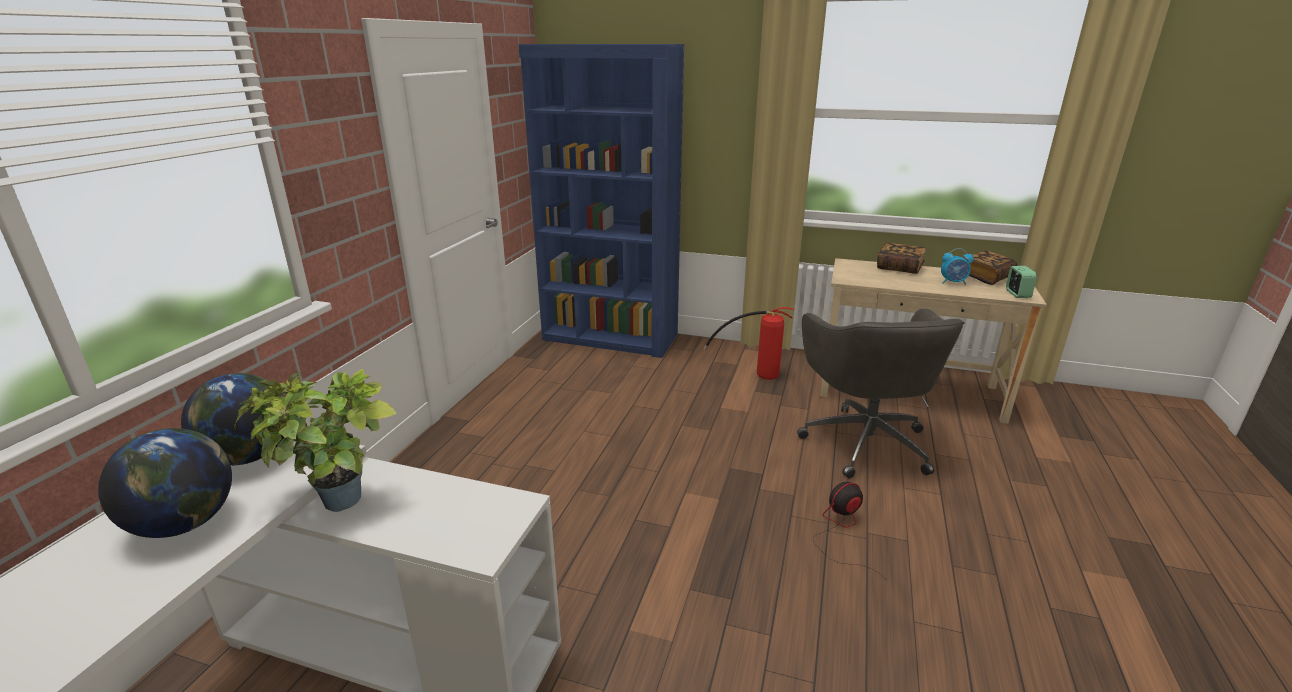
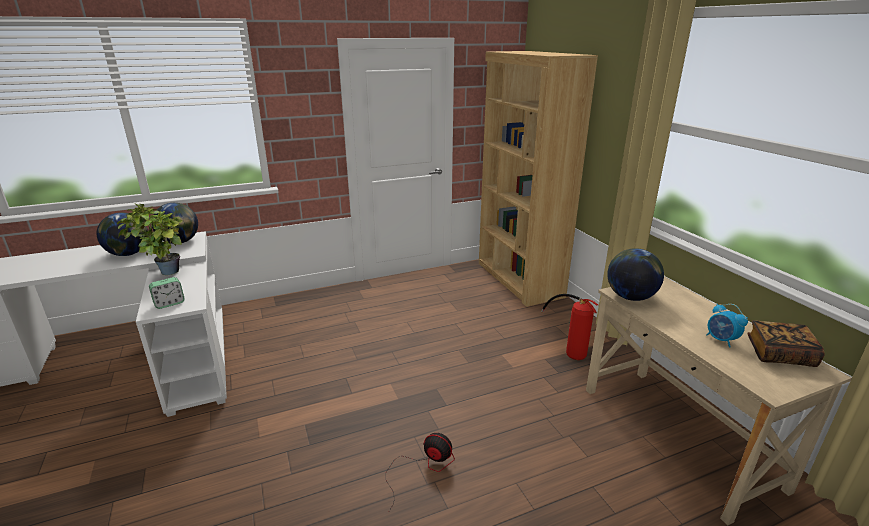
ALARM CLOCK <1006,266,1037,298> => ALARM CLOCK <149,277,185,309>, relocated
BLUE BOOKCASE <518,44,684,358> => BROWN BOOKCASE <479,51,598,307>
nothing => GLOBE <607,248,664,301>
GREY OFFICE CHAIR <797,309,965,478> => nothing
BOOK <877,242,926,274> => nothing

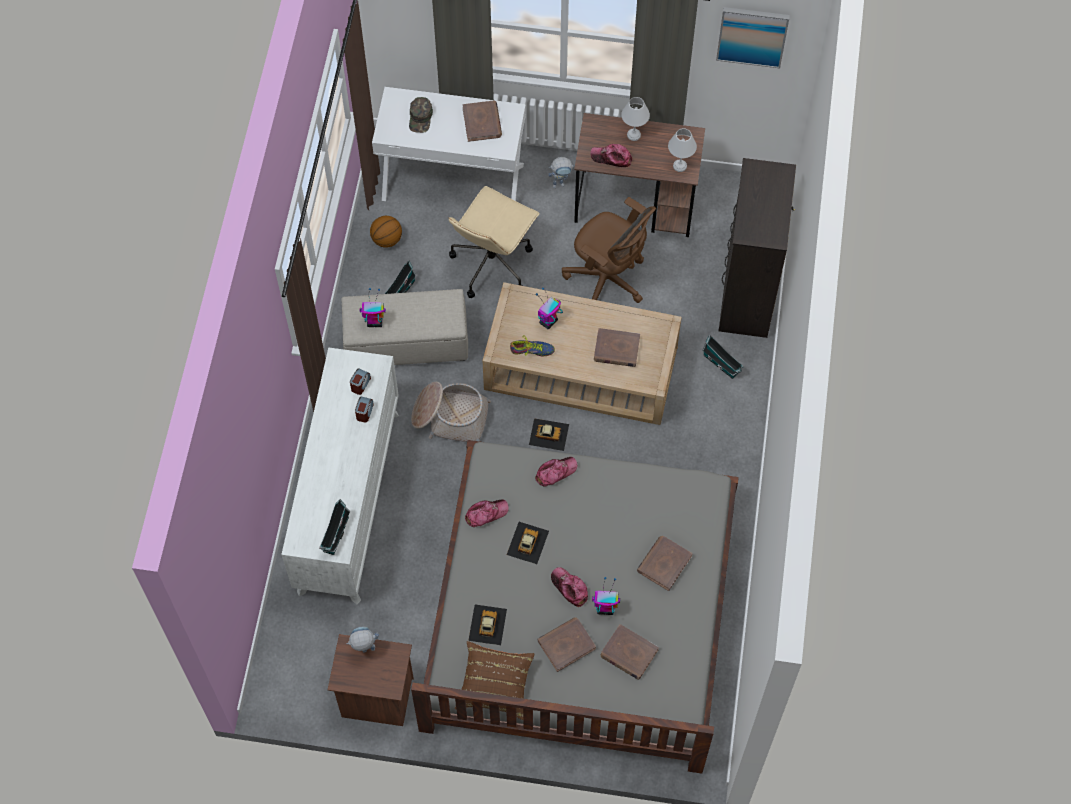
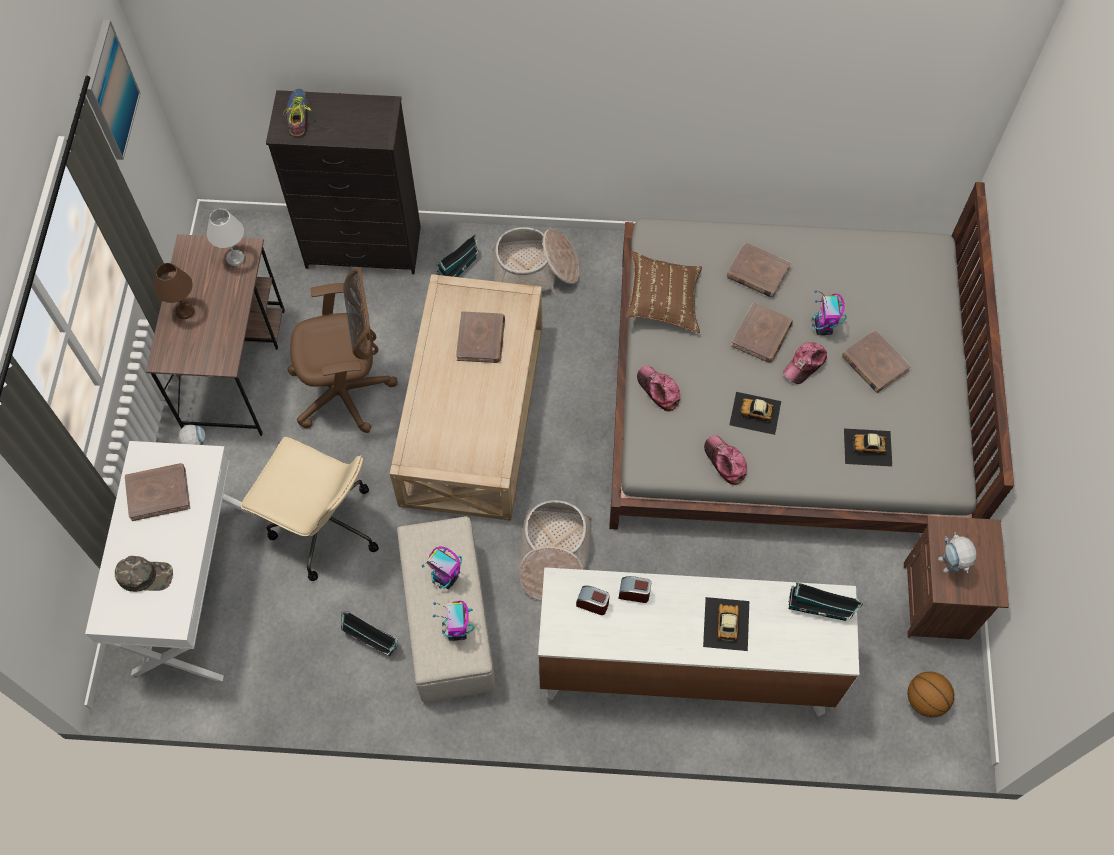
WHITE TABLE LAMP <621,97,650,141> => BROWN TABLE LAMP <154,263,194,319>
SHOE <510,336,555,356> => SHOE <283,88,311,136>, relocated
BROWN OFFICE CHAIR <562,197,656,303> => BROWN OFFICE CHAIR <287,268,398,433>, 45 degrees clockwise
TOY ROBOT <536,288,563,329> => TOY ROBOT <422,546,462,589>, relocated
nothing => BASKET <492,227,579,296>
BROWN PILLOW <455,641,534,720> => BROWN PILLOW <626,251,702,333>, relocated
TOY CAR <529,418,569,451> => TOY CAR <703,597,749,651>, relocated
BROWN BOOK <600,624,659,680> => BROWN BOOK <731,302,793,363>, relocated
BASKETBALL <370,216,402,248> => BASKETBALL <908,671,954,717>, relocated
CAP <590,144,632,167> => nothing

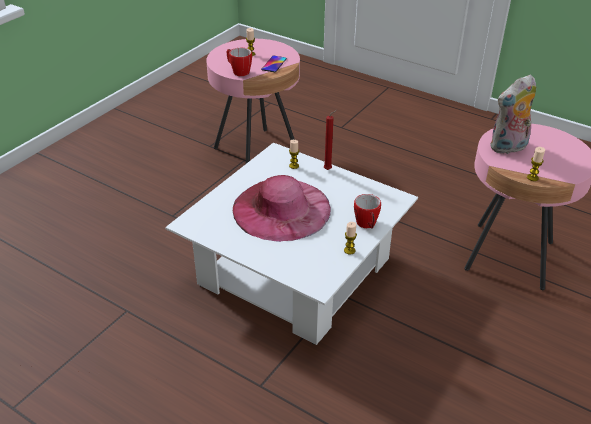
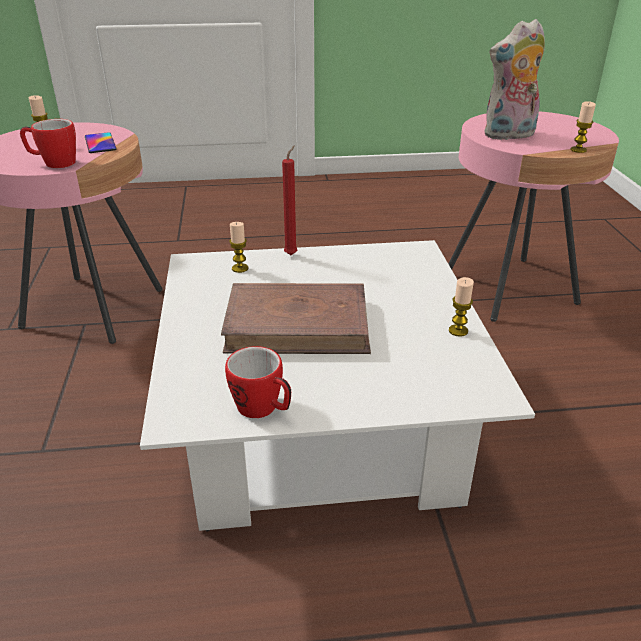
PINK HAT <232,175,331,242> => BROWN BOOK <221,283,371,354>
MUG <354,194,381,229> => MUG <225,346,291,418>, relocated
PLUSH TOY <490,74,536,154> => PLUSH TOY <484,19,545,141>, 45 degrees clockwise

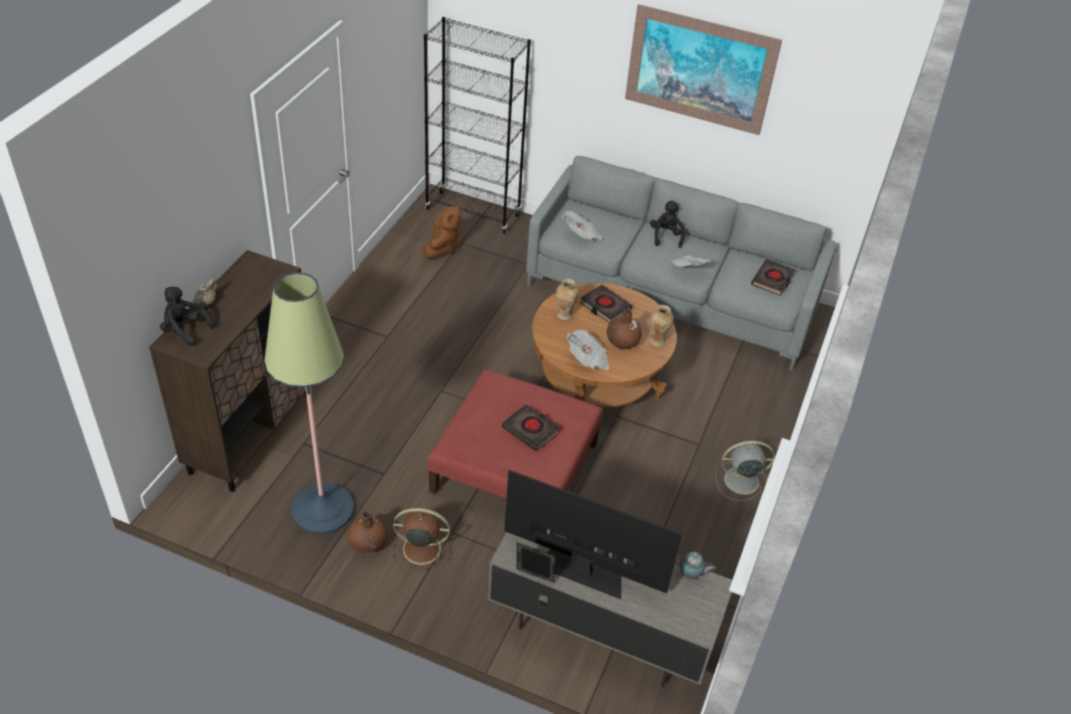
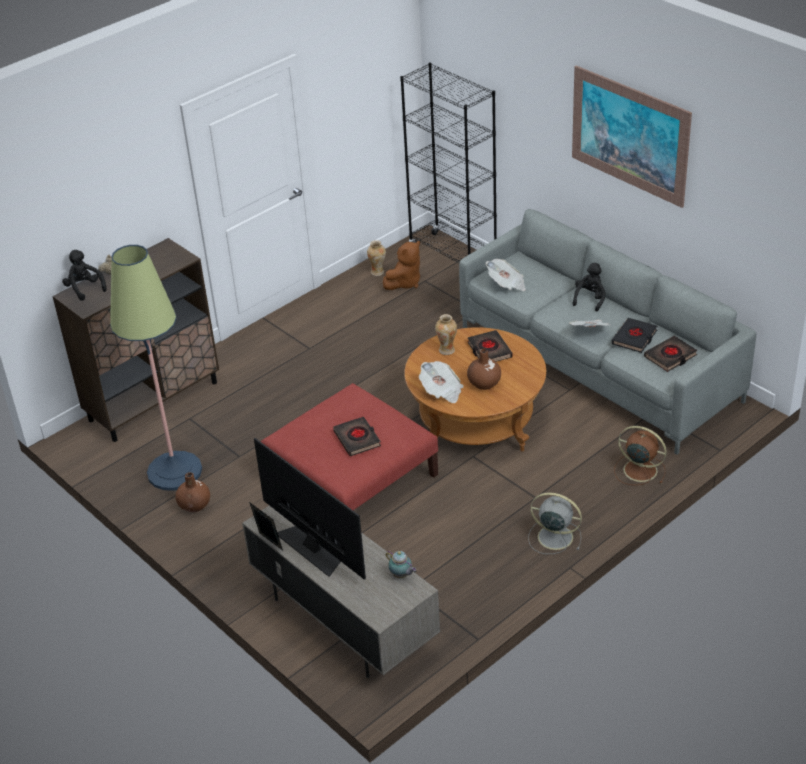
VASE <649,305,674,346> => VASE <367,240,386,276>, relocated
nothing => BLACK BOOK <612,318,657,353>
BROWN FAN <393,508,450,572> => BROWN FAN <614,426,667,485>, relocated

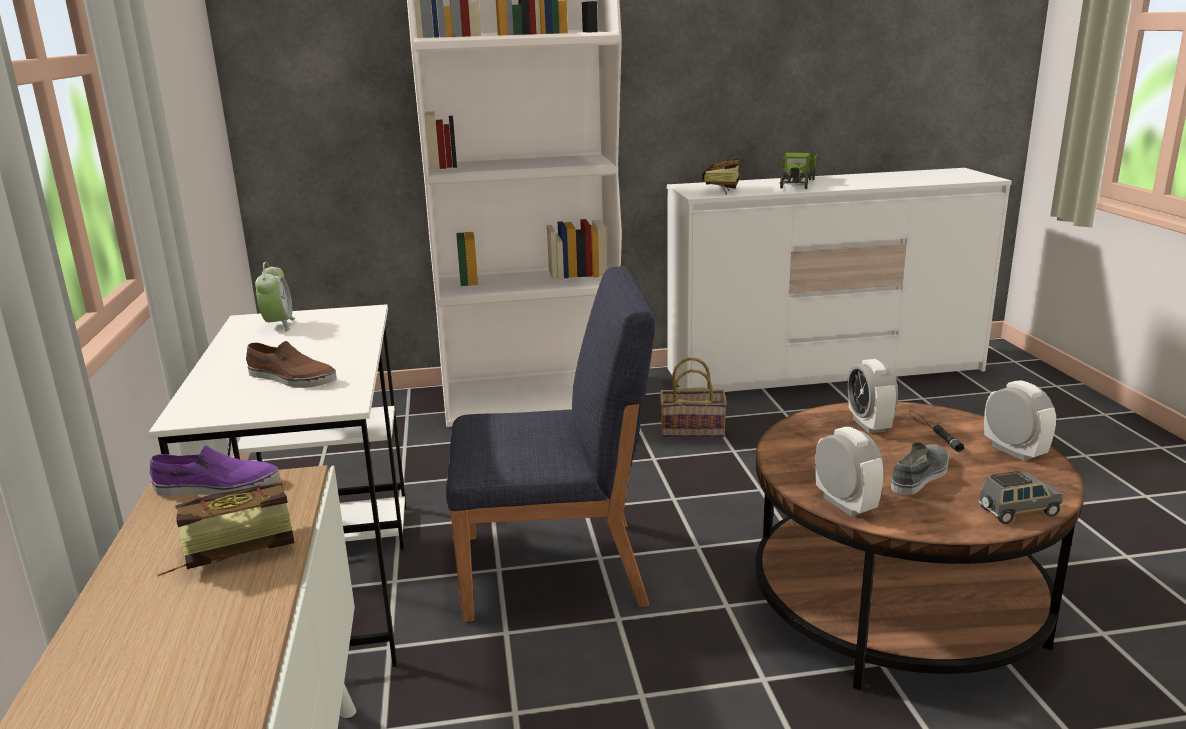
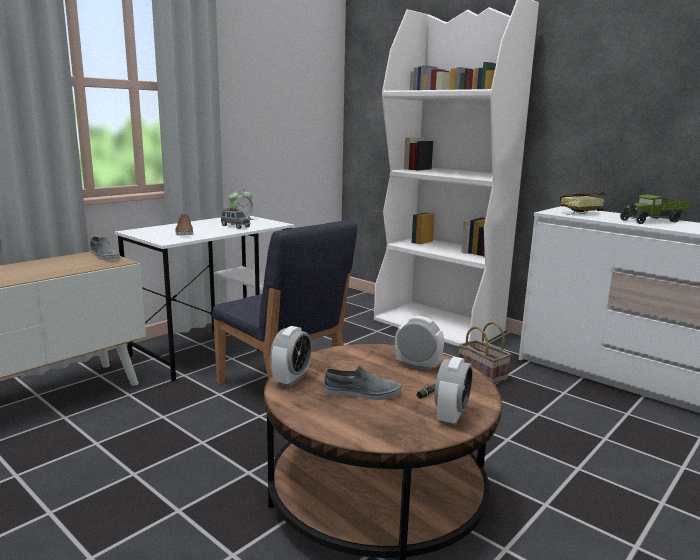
PURPLE SHOE <150,445,280,496> => GREY SHOE <90,237,120,260>
GREY TOY CAR <979,471,1063,524> => GREY TOY CAR <221,208,250,229>, relocated
ALARM CLOCK <847,359,898,433> => ALARM CLOCK <395,316,444,372>, 75 degrees clockwise
BOOK <157,482,294,578> => nothing

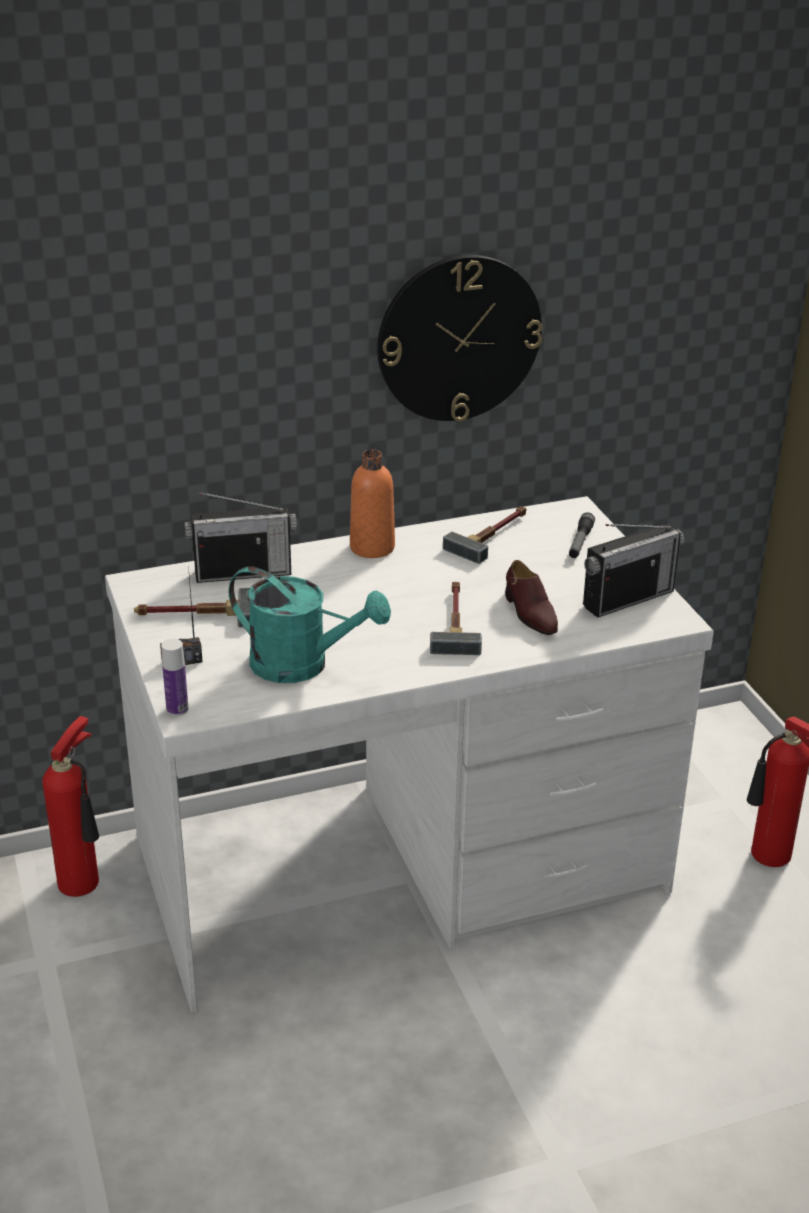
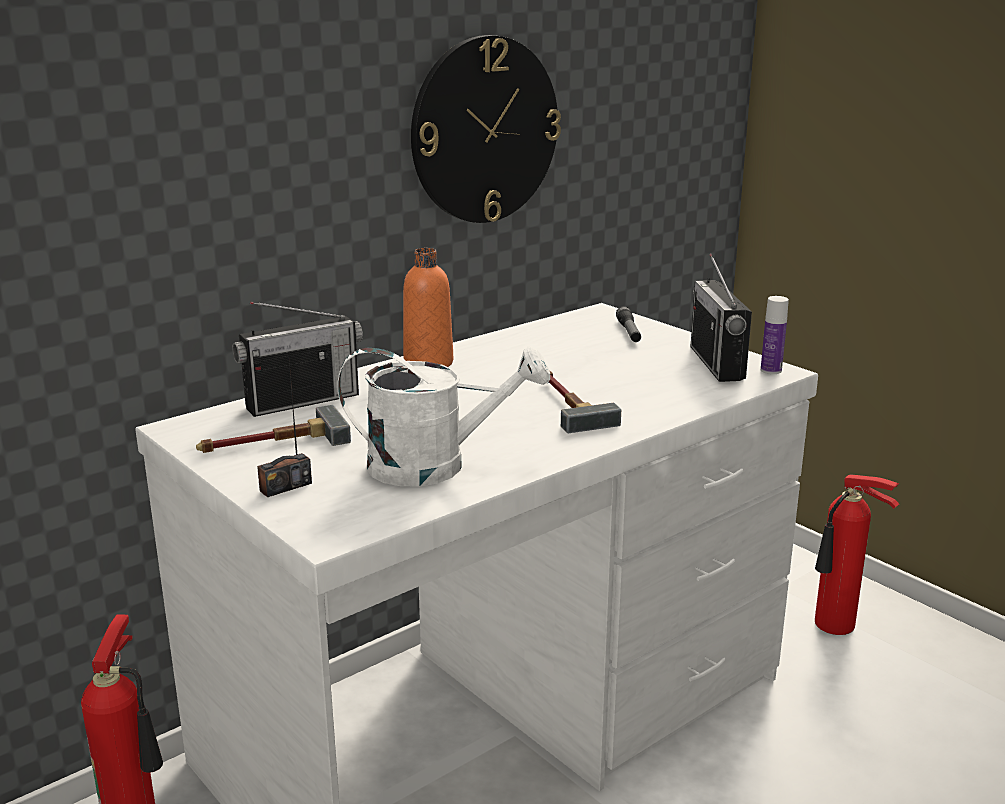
TURQUOISE WATERING CAN <229,566,391,683> => WHITE WATERING CAN <337,346,550,486>
RADIO <583,524,684,618> => RADIO <690,253,752,382>, 135 degrees clockwise
BOTTLE <161,639,188,716> => BOTTLE <761,296,789,374>, relocated
HAMMER <443,506,526,564> => nothing
BROWN SHOE <505,560,558,635> => nothing

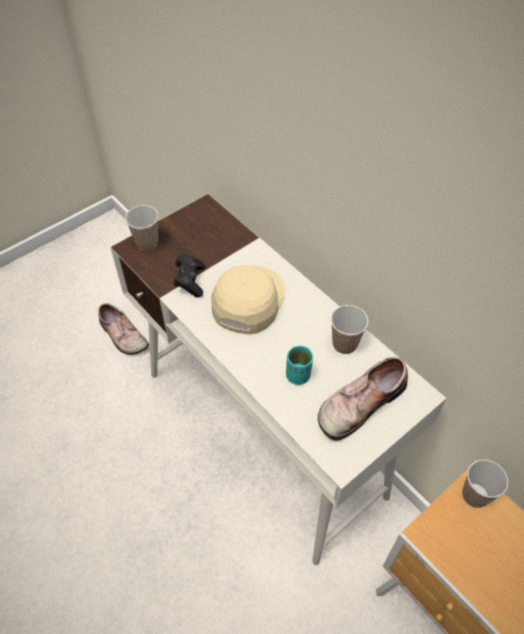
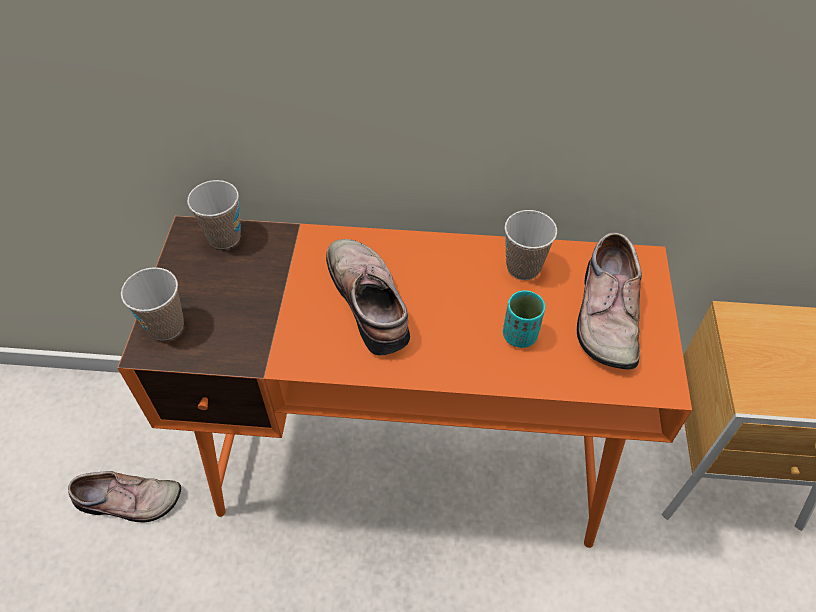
WHITE DESK <110,194,446,565> => ORANGE DESK <117,216,692,548>
CUP <463,459,508,508> => CUP <187,180,241,249>, relocated
BEIGE CAP <211,265,285,334> => SHOE <326,239,410,355>
BLACK GAME CONTROLLER <174,255,205,298> => nothing

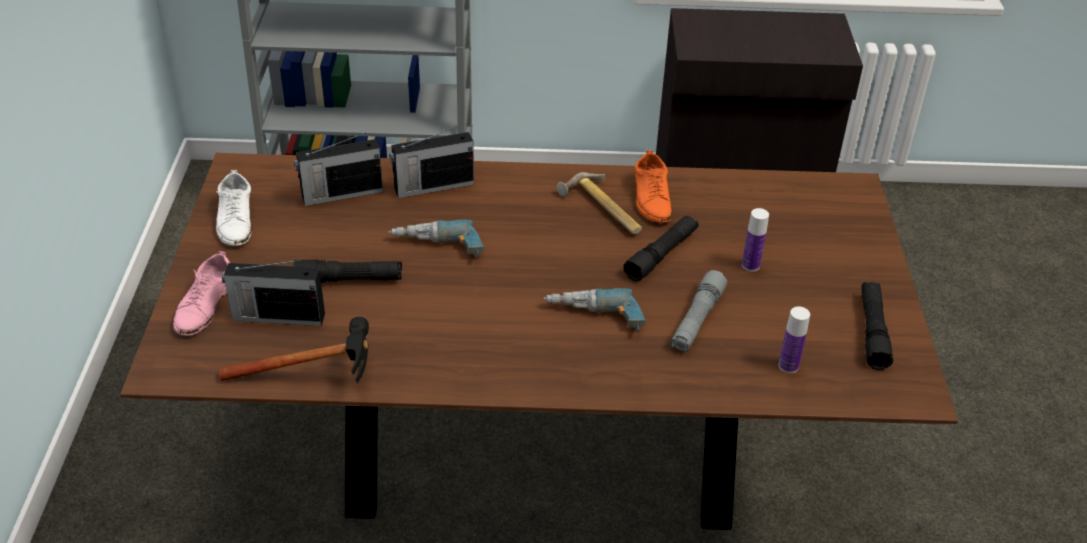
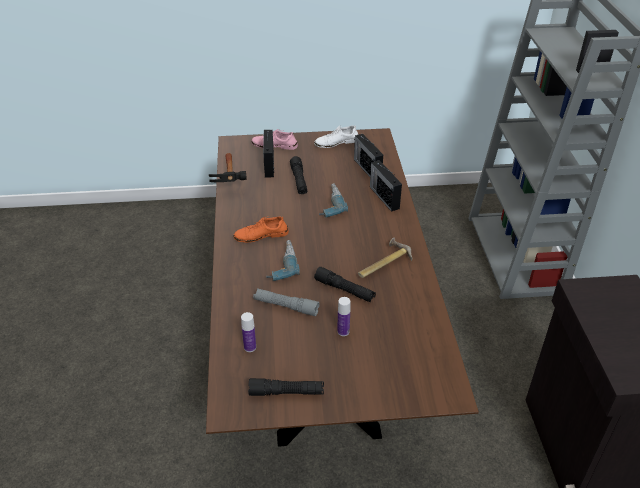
ORANGE SHOE <635,150,672,223> => ORANGE SHOE <233,216,289,243>, relocated

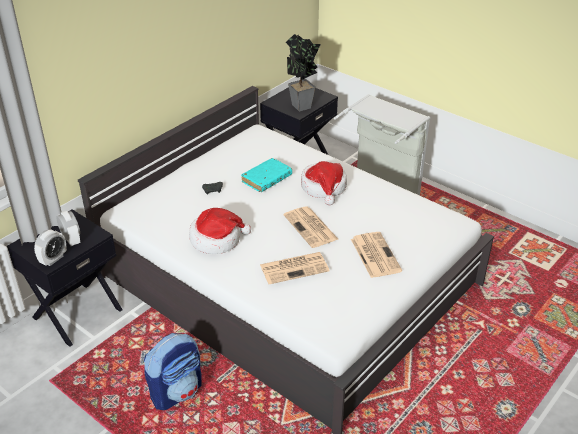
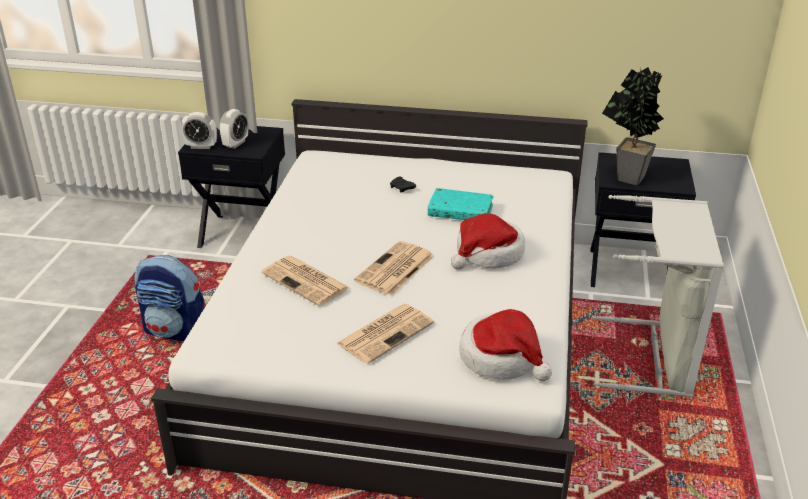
HAT <189,208,251,254> => HAT <459,309,552,381>, relocated

